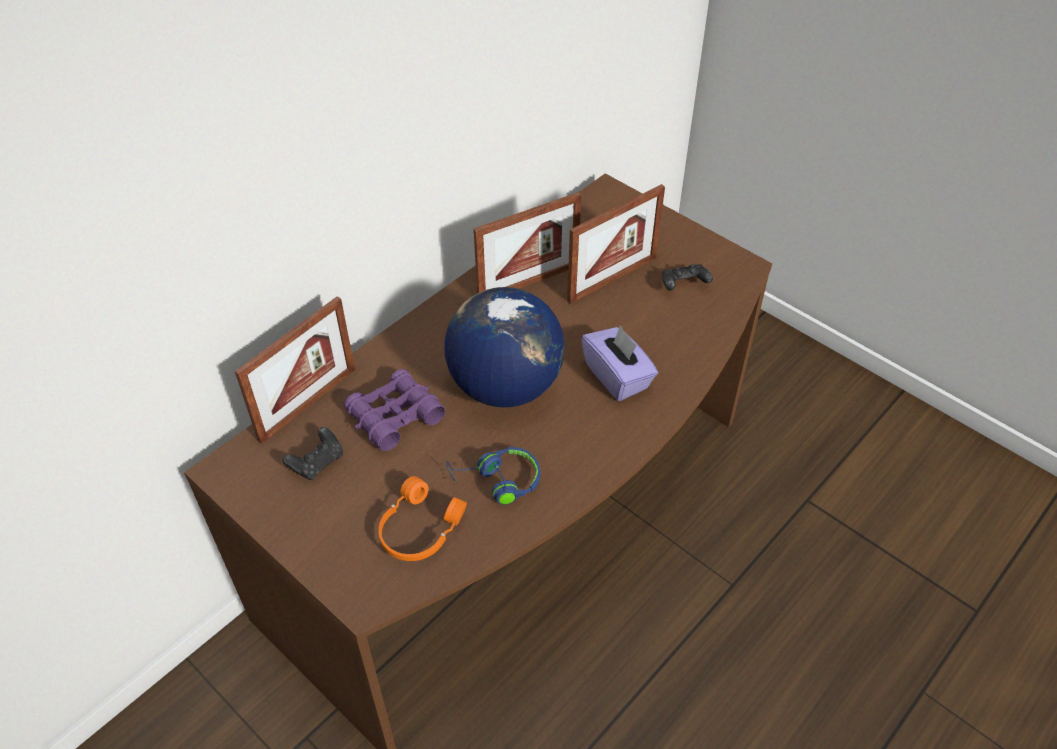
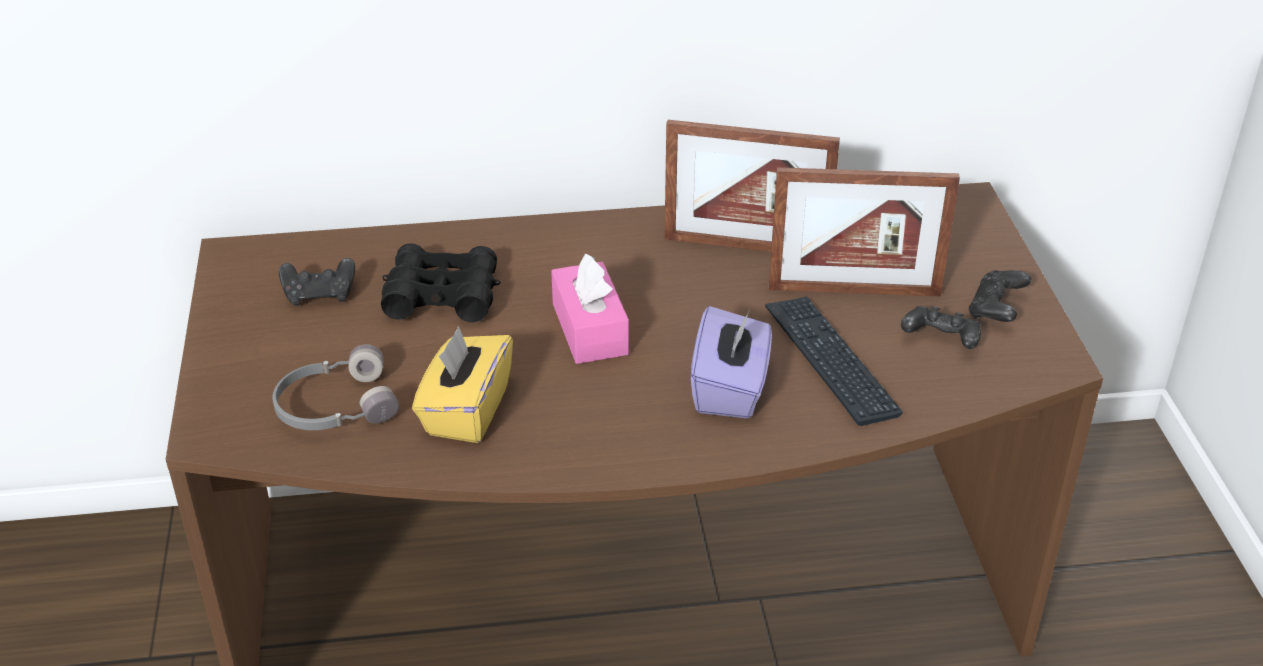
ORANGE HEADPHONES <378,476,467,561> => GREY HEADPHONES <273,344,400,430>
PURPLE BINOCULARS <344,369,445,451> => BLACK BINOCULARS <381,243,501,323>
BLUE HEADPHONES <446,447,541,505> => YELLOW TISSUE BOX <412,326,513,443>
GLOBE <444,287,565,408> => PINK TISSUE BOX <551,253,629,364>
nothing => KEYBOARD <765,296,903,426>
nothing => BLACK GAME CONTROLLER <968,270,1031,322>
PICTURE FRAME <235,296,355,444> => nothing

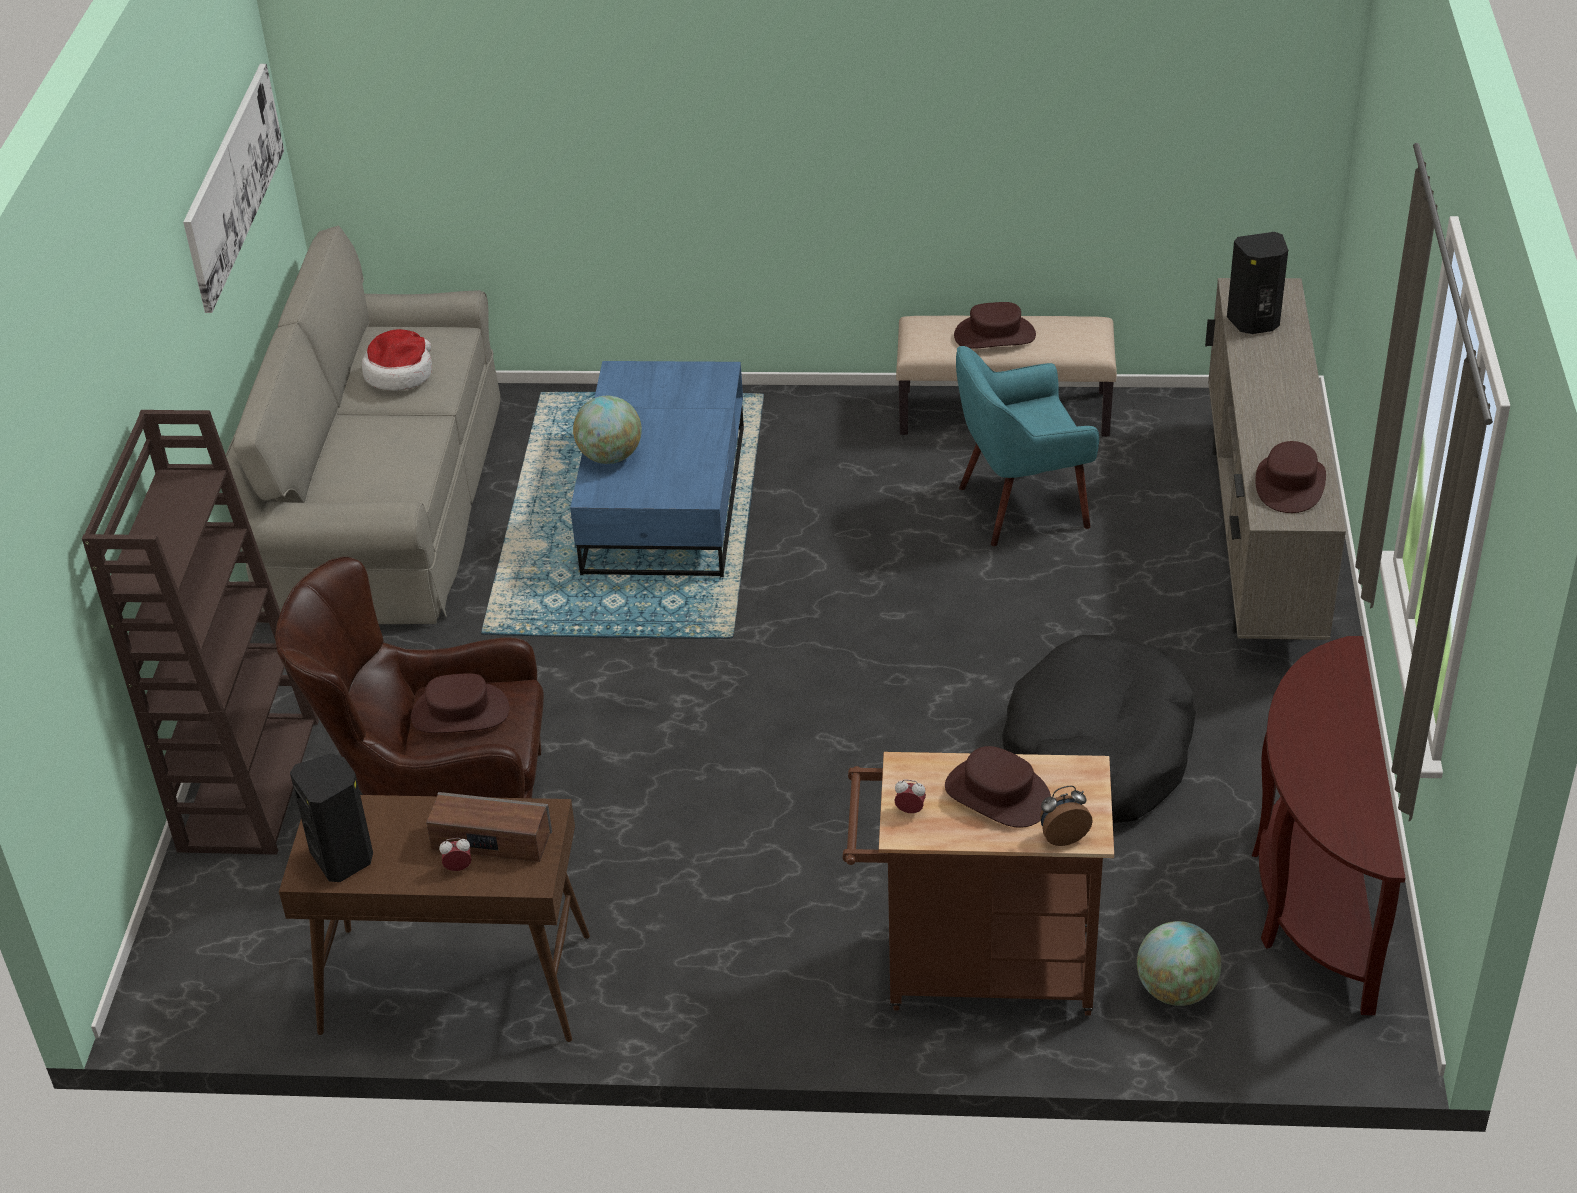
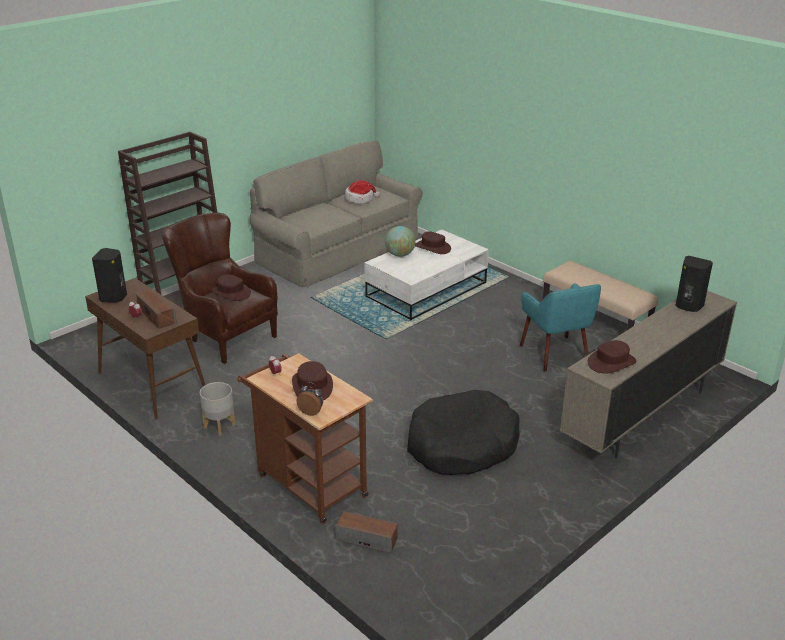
nothing => GREY PLANTER <200,382,235,436>
GLOBE <1137,921,1221,1006> => SPEAKER <335,511,398,553>
BLUE COFFEE TABLE <570,361,744,577> => WHITE COFFEE TABLE <364,230,489,321>
BROWN HAT <954,302,1036,349> => BROWN HAT <415,231,451,254>, relocated
TURQUOISE ARMCHAIR <956,346,1099,546> => TURQUOISE ARMCHAIR <520,283,601,372>, 135 degrees counterclockwise
PICTURE <183,64,284,313> => nothing
BROWN CONSOLE TABLE <1252,636,1405,1015> => nothing

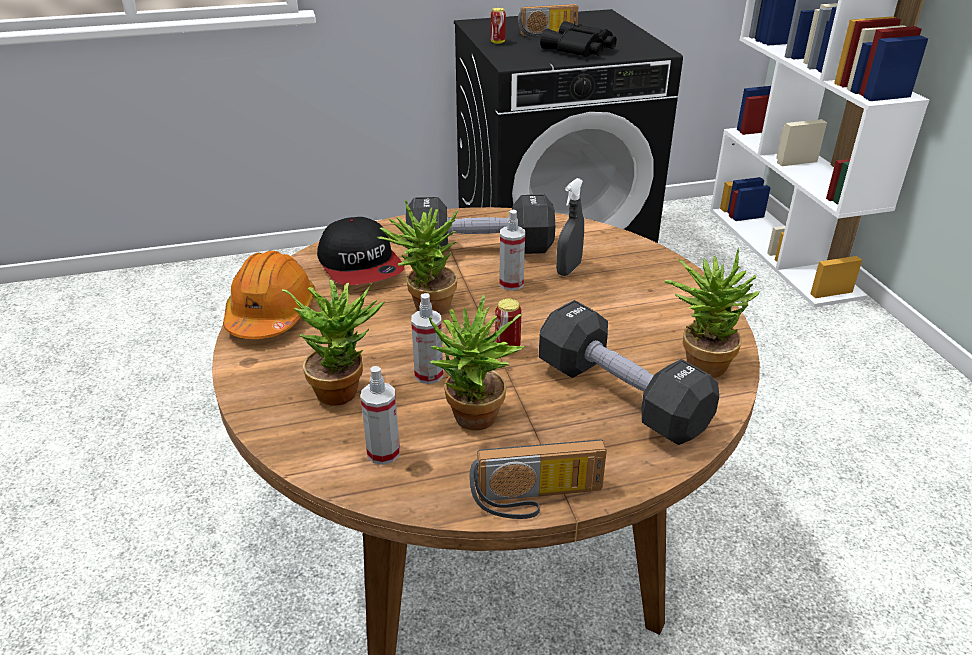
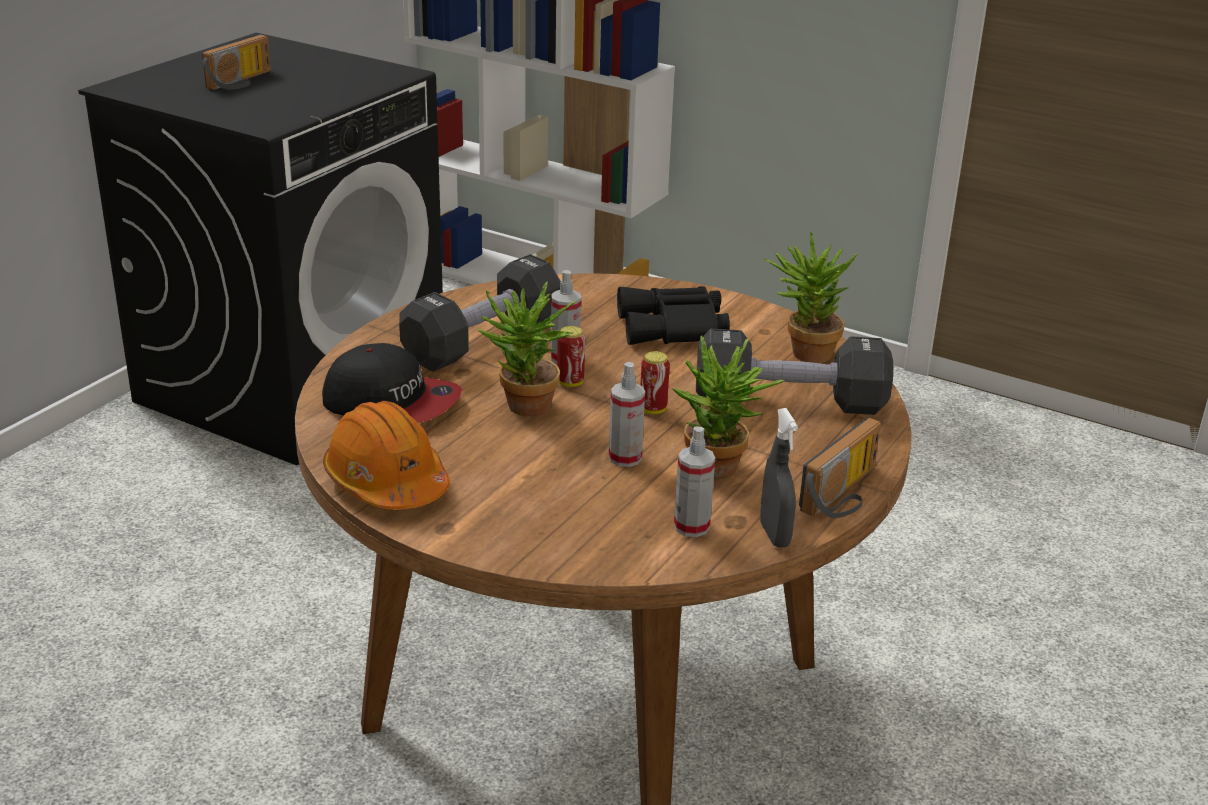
CAN <491,8,506,44> => CAN <557,326,585,387>, relocated
BLACK BINOCULARS <540,21,617,57> => BLACK BINOCULARS <617,286,730,345>, relocated
GREY SPRAY BOTTLE <556,178,584,276> => GREY SPRAY BOTTLE <760,408,798,547>, relocated
POTTED PLANT <282,280,385,406> => nothing

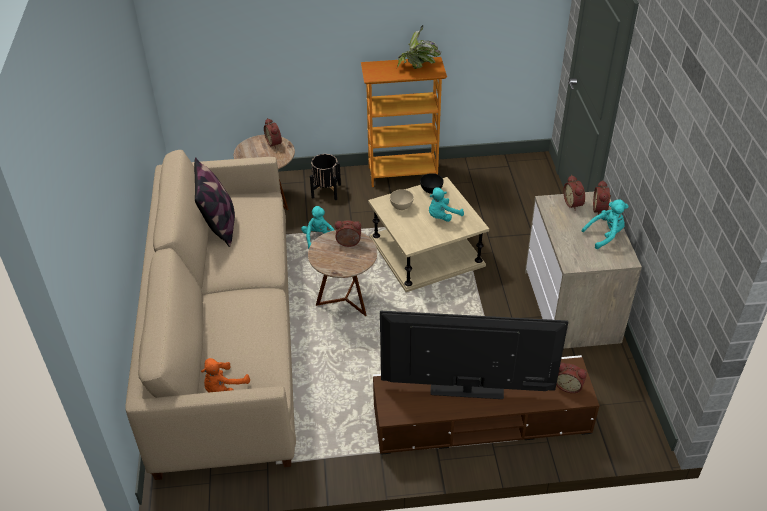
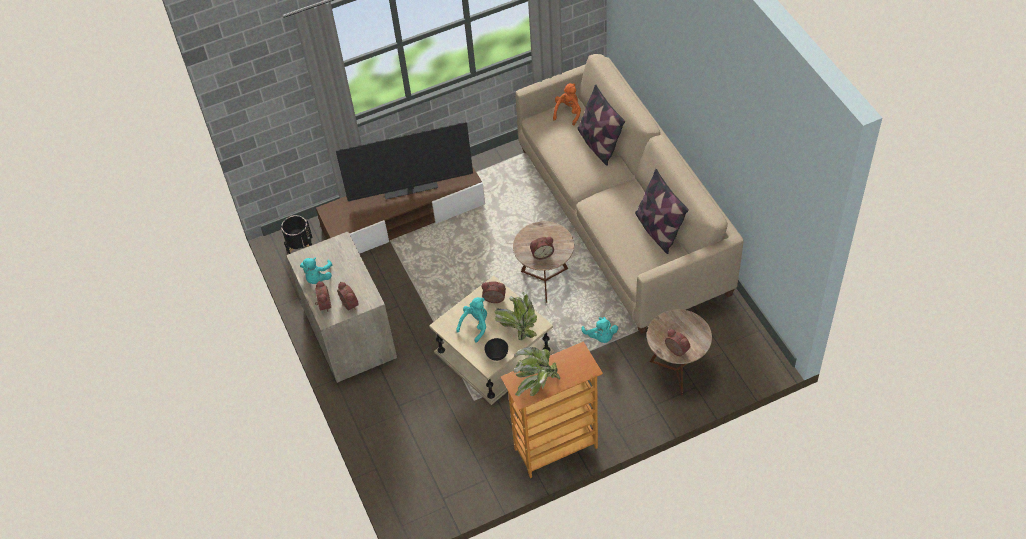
BLACK PLANTER <310,154,341,200> => BLACK PLANTER <281,215,312,254>, relocated
TURQUOISE PLUSH TOY <582,200,629,249> => TURQUOISE PLUSH TOY <300,257,332,284>, 45 degrees counterclockwise
ALARM CLOCK <556,363,587,393> => ALARM CLOCK <482,281,506,303>, relocated
BEIGE BOWL <390,189,414,210> => POTTED PLANT <495,292,537,340>
nothing => PILLOW <578,84,625,166>

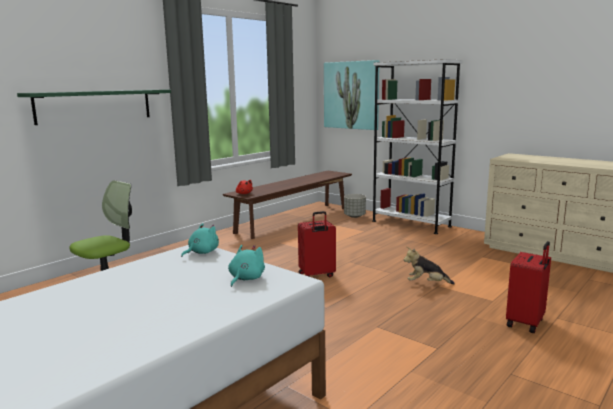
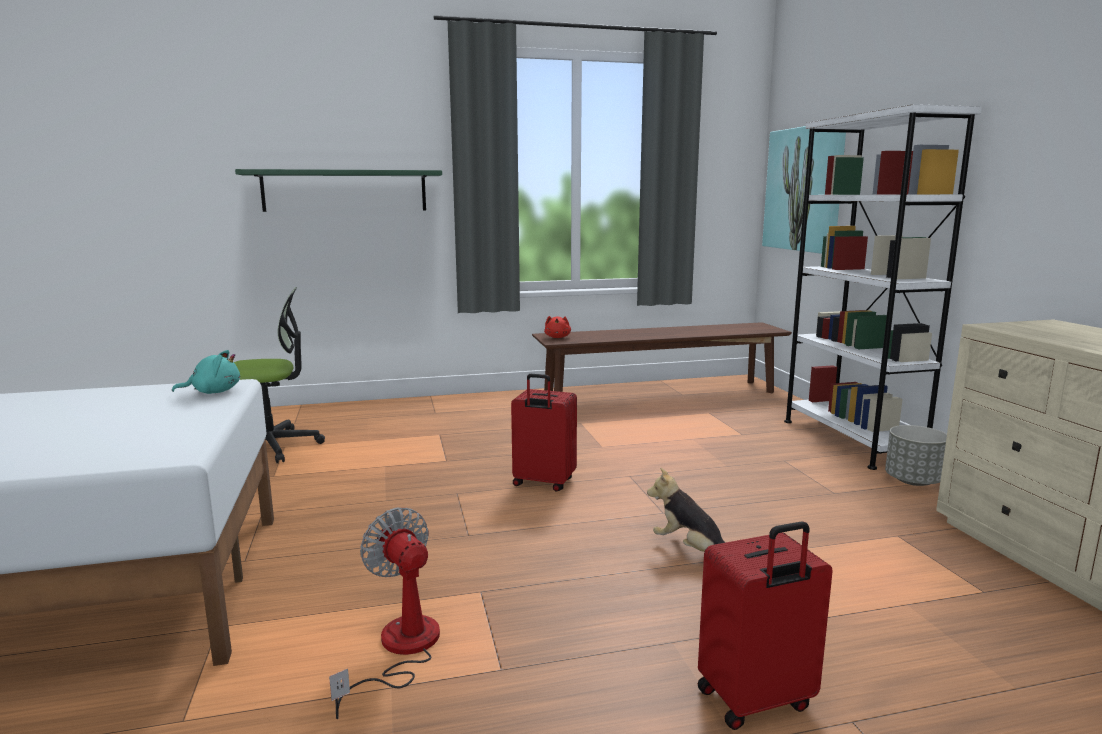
nothing => FAN <329,508,440,719>
GREY PLANTER <344,194,366,218> => GREY PLANTER <885,425,947,486>, relocated
TURQUOISE PLUSH TOY <228,245,265,287> => nothing

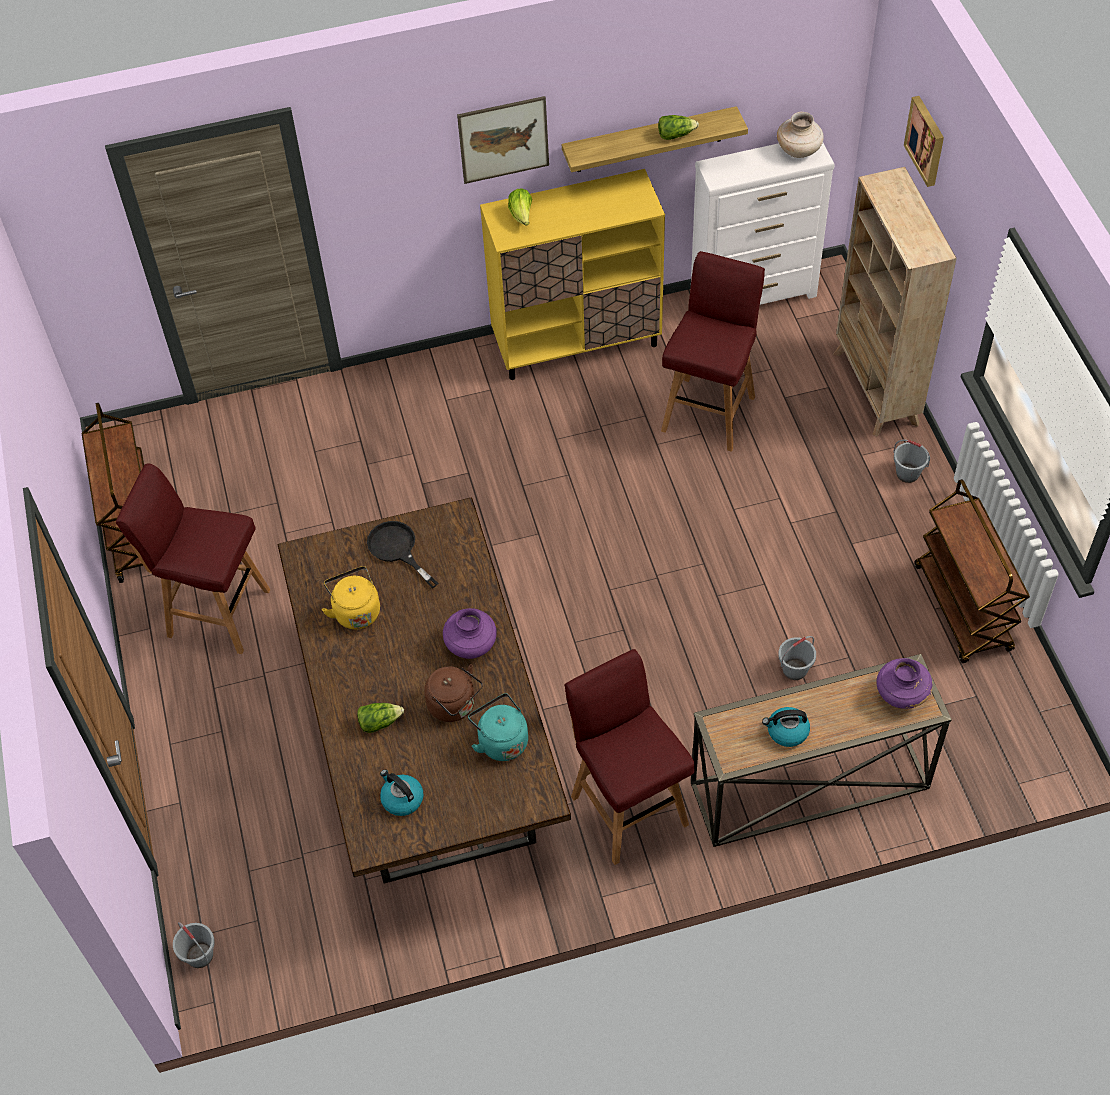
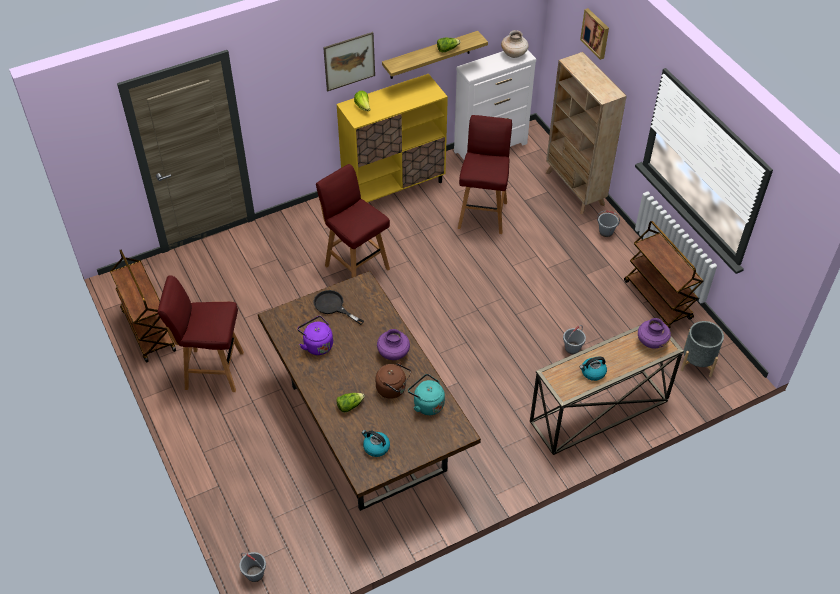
YELLOW KETTLE <322,566,380,629> => PURPLE KETTLE <297,316,333,355>
RED STOOL <565,649,695,865> => RED STOOL <316,164,390,277>, relocated
nothing => GREY PLANTER <681,321,724,377>

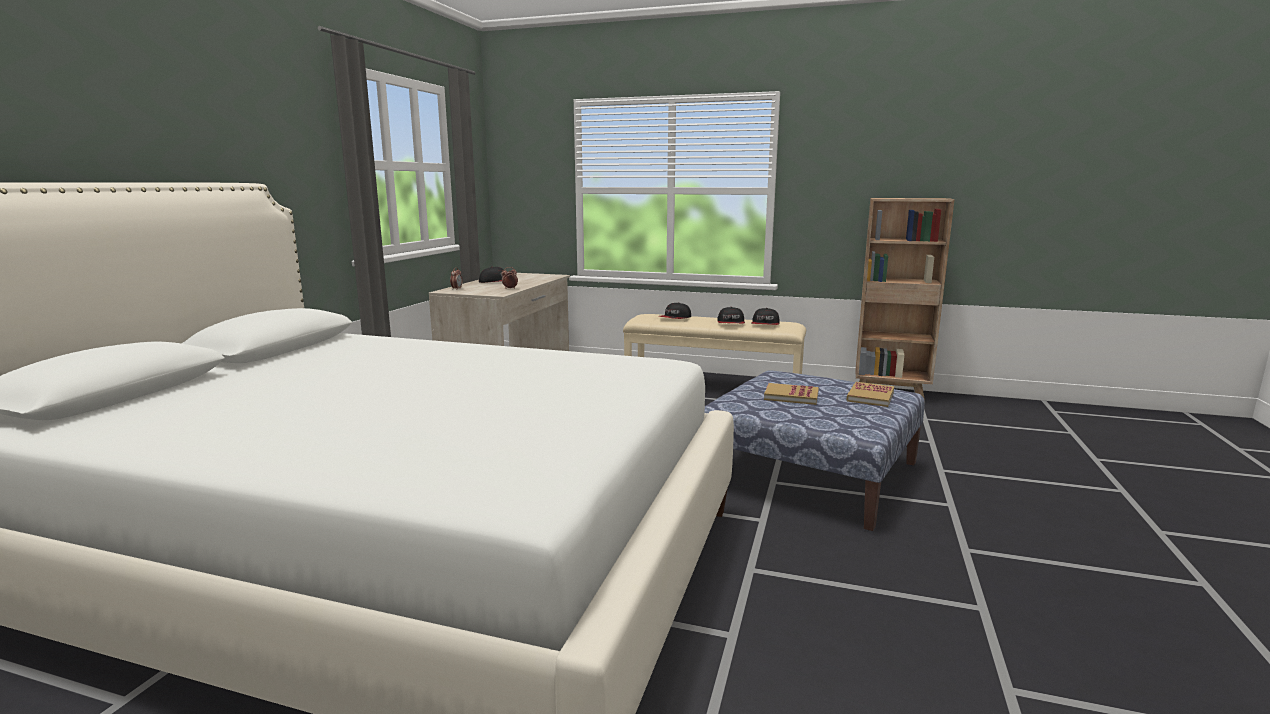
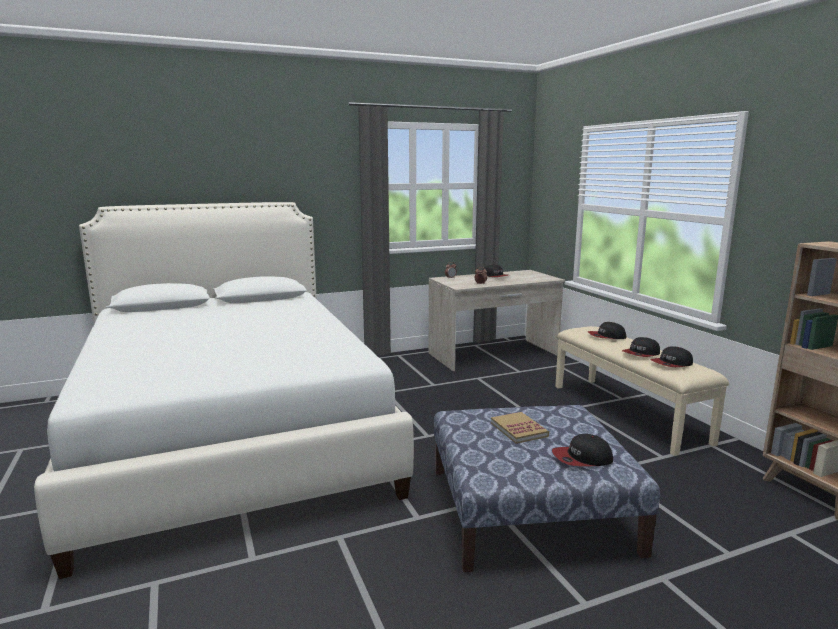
BOOK <846,382,894,407> => CAP <552,434,613,466>

